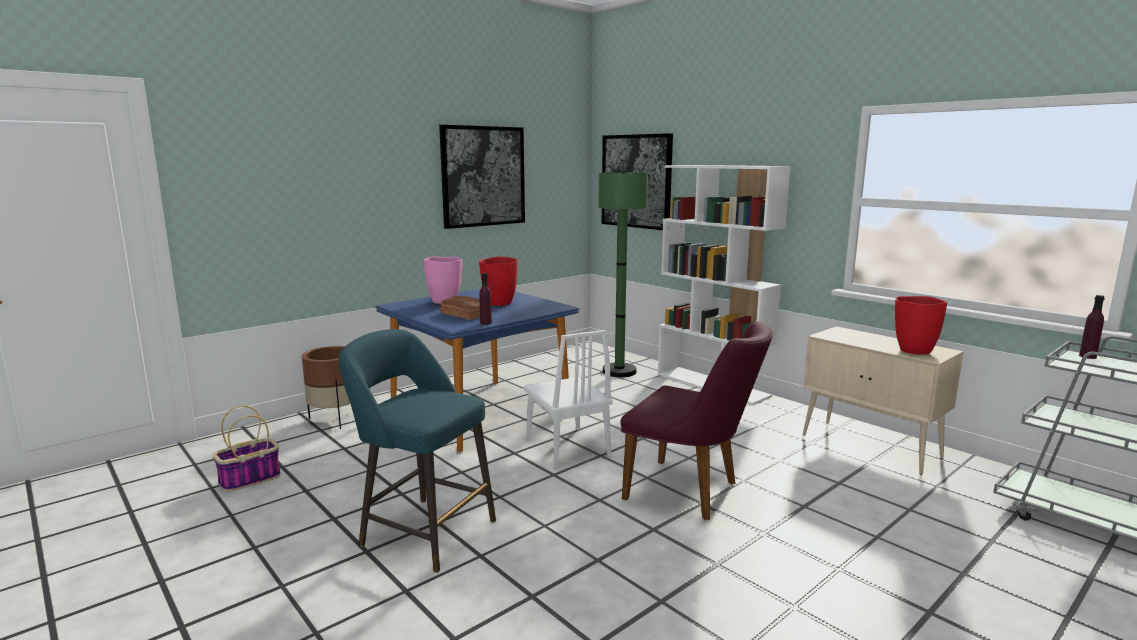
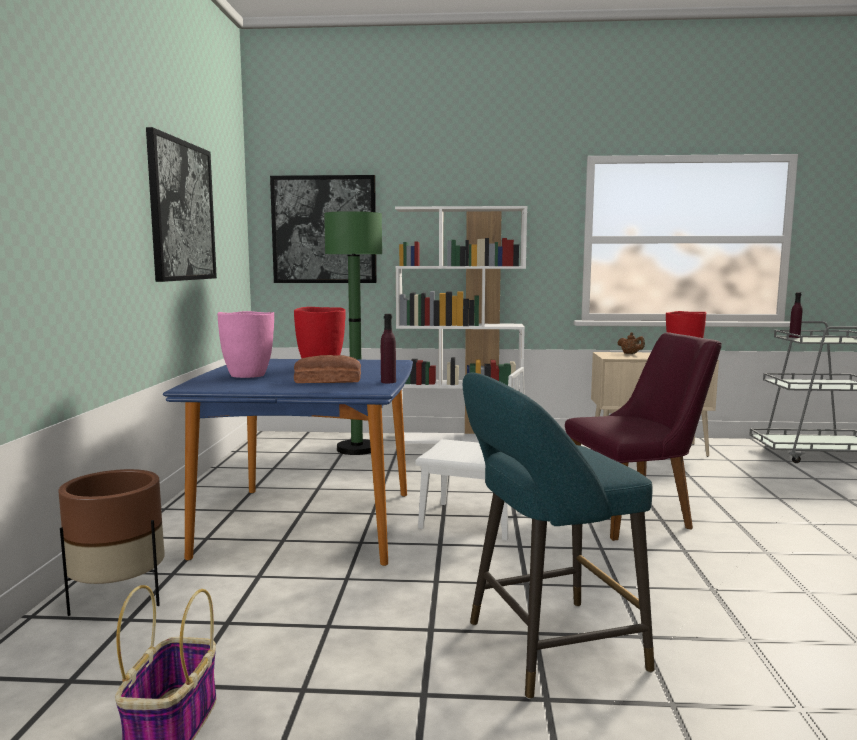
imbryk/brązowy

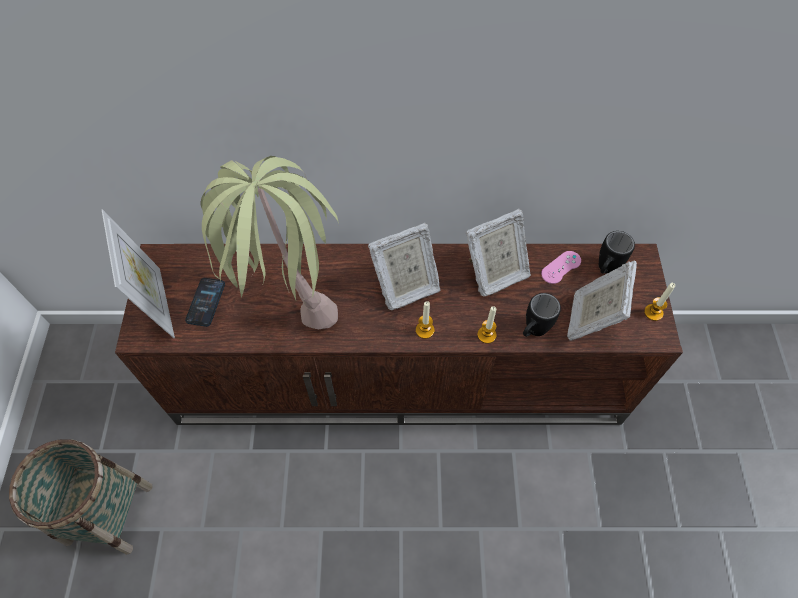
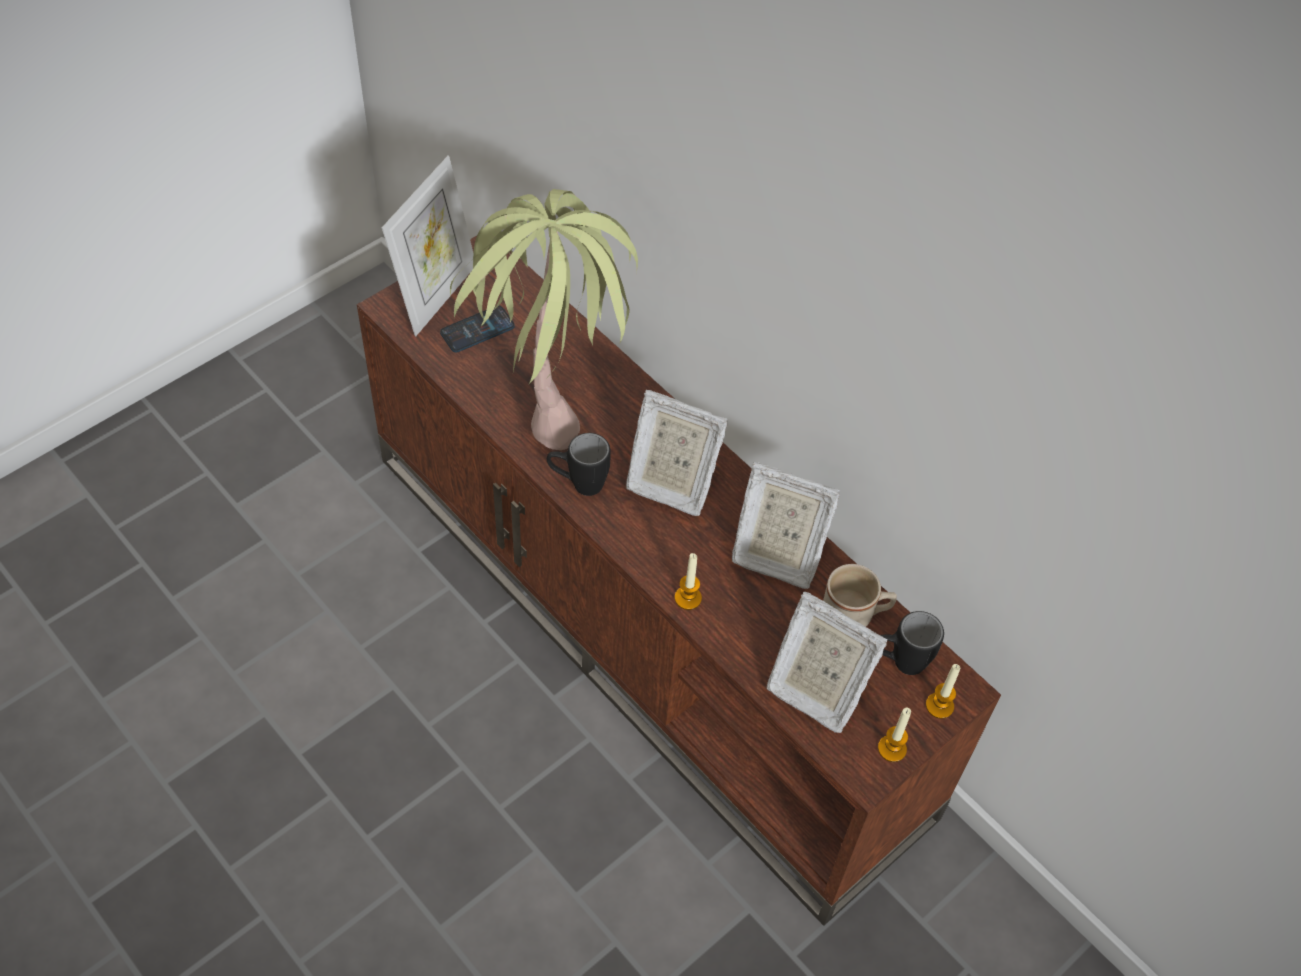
kubek/czarny (1st from left)
ramka na zdjęcie (4th from left)
kubek/beżowy
świeca (3rd from left)
koszyk

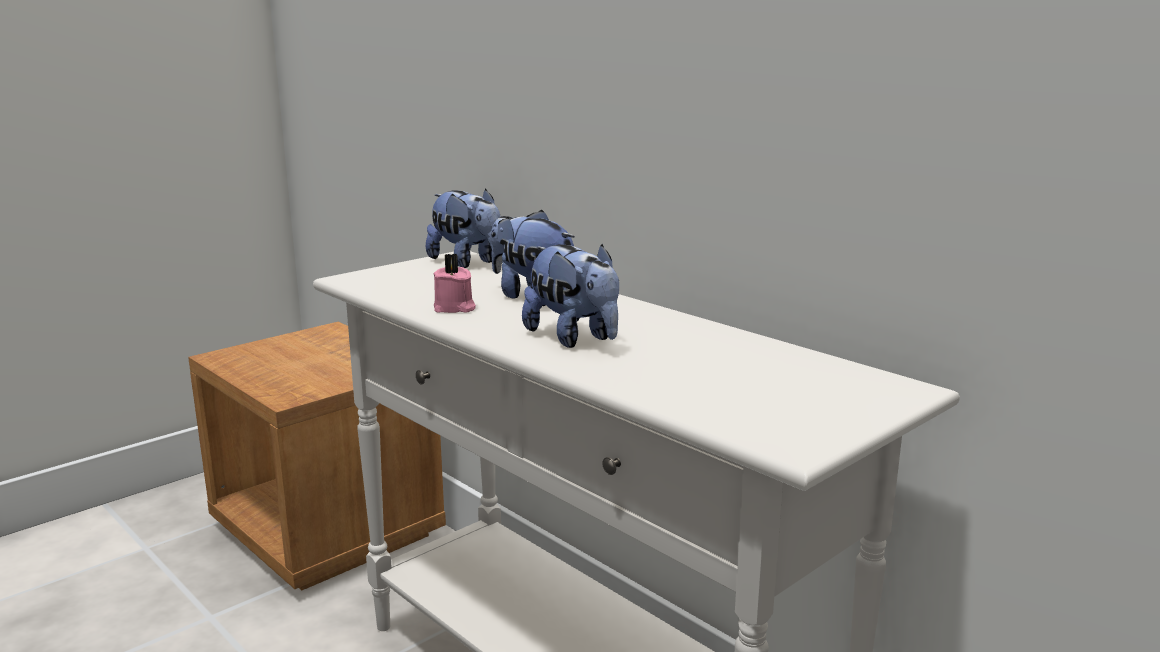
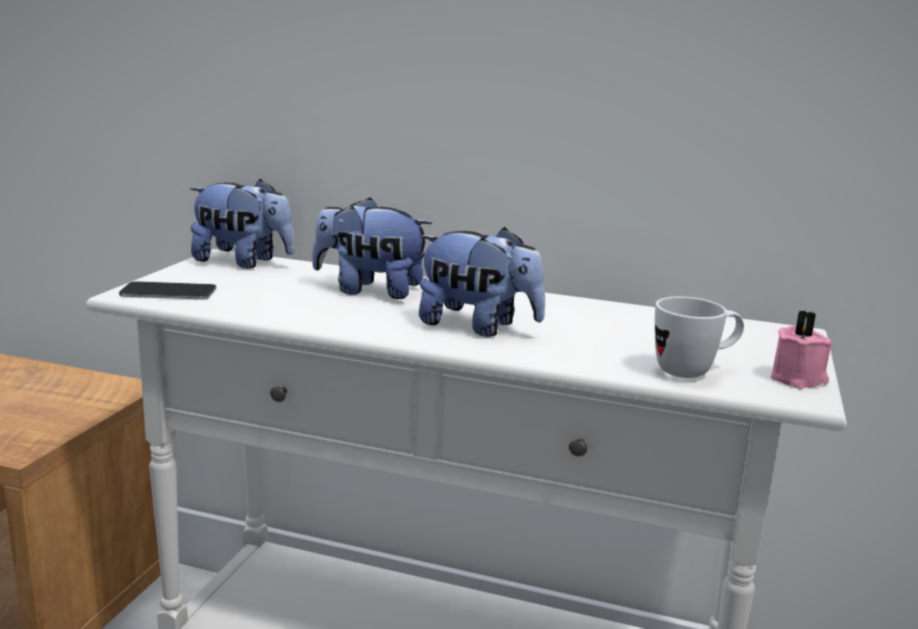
telefon
kubek/biały
świeca/różowy

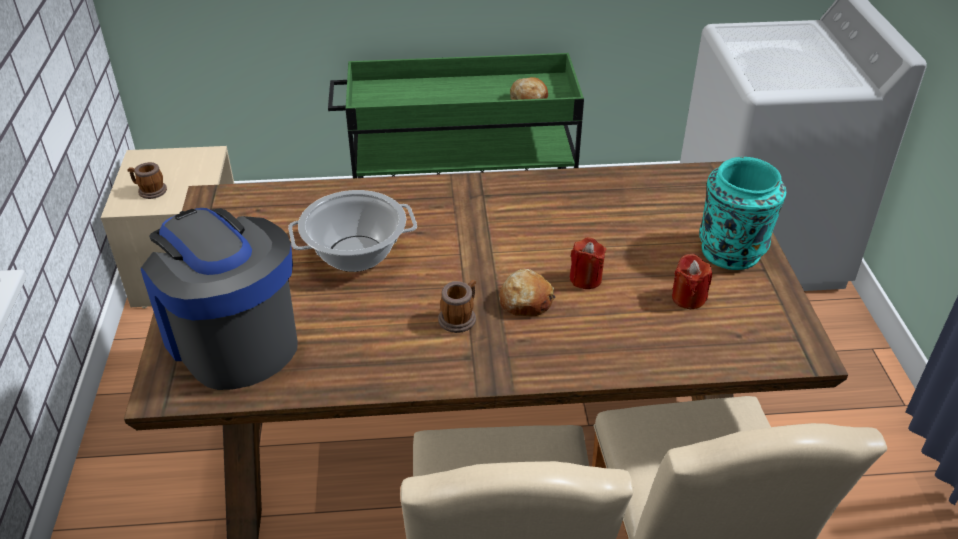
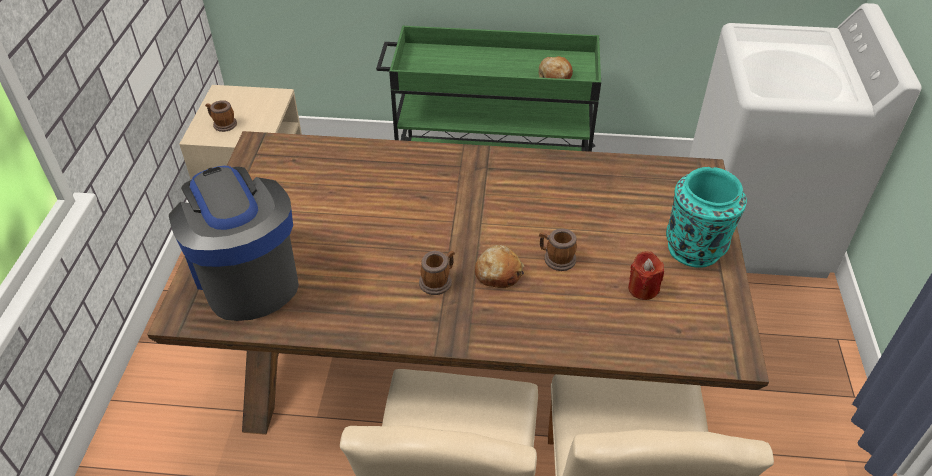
kubek (3rd from left)
garnek

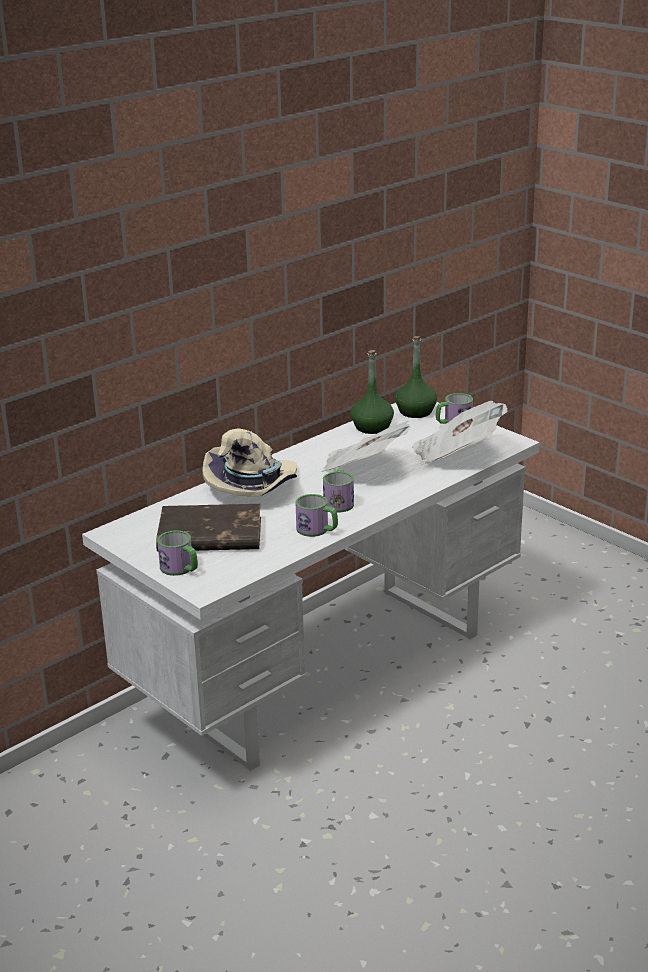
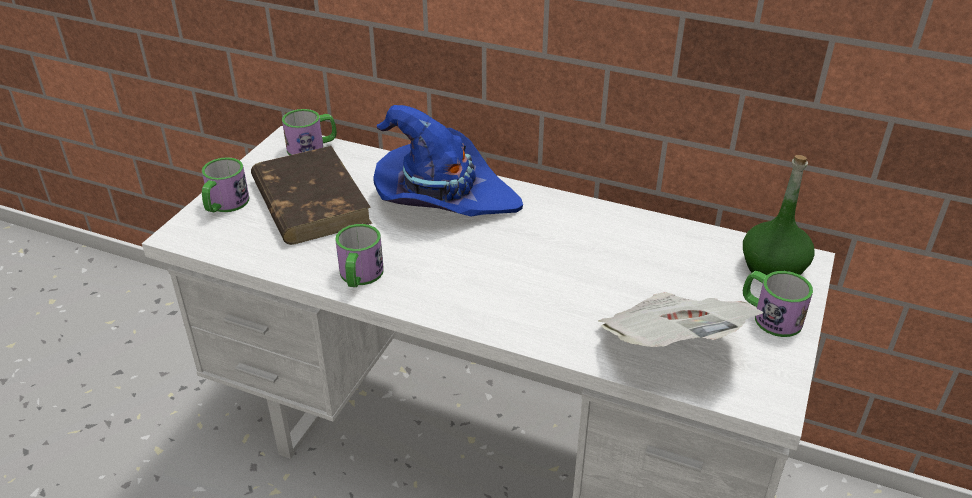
kubek (2nd from left)
kapelusz/niebieski
gazeta (1st from left in the first image)
butelka/zielony (1st from left in the first image)

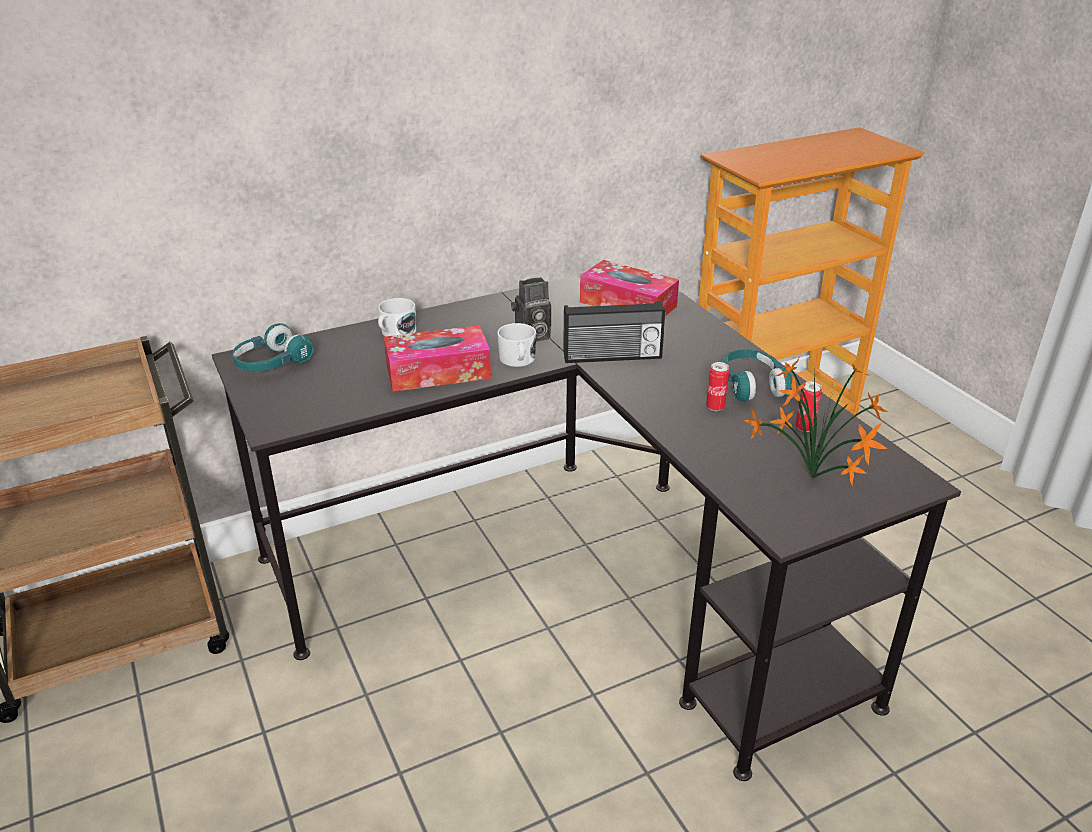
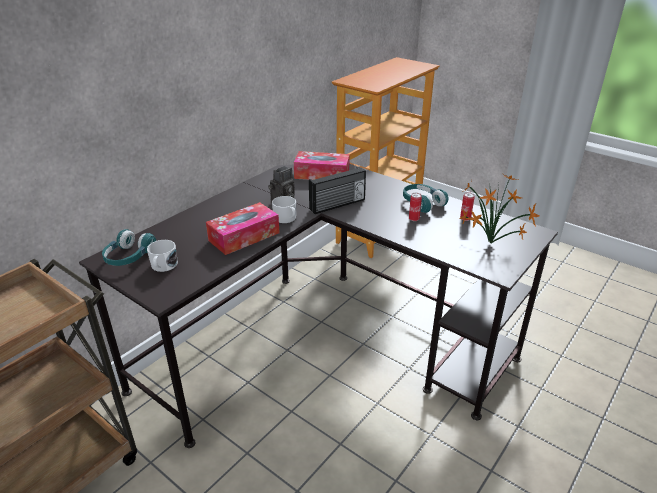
kubek/biały (1st from left)

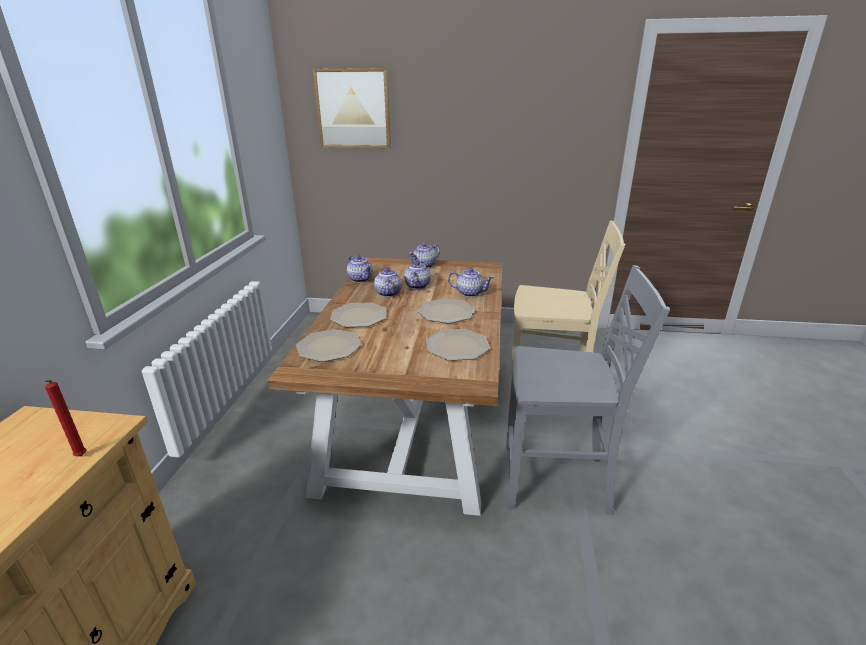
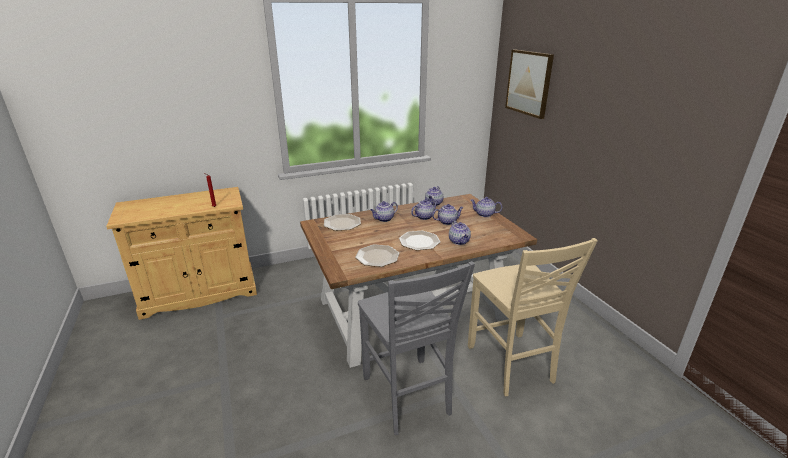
imbryk (1st from left)

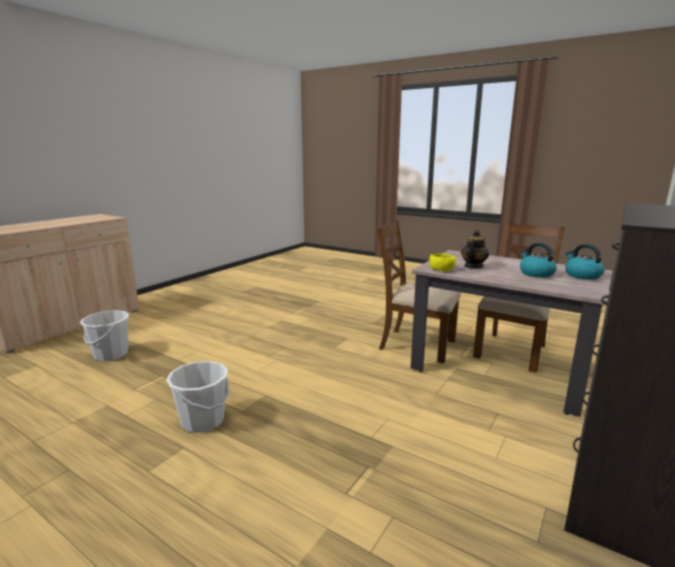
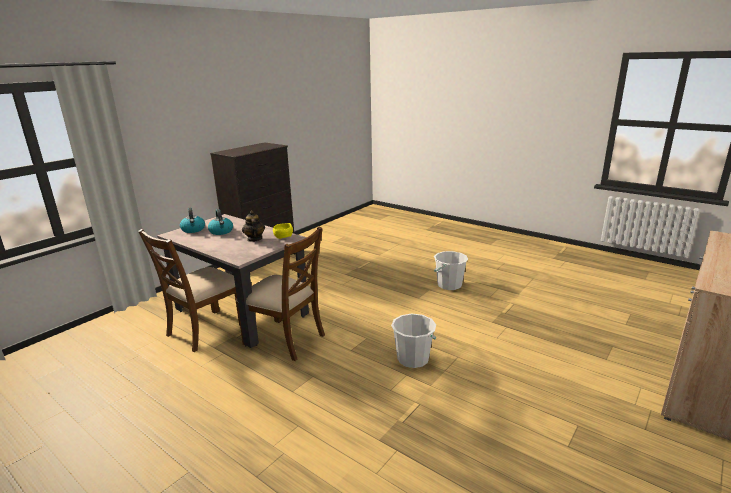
imbryk
wiadro/biały (1st from left)

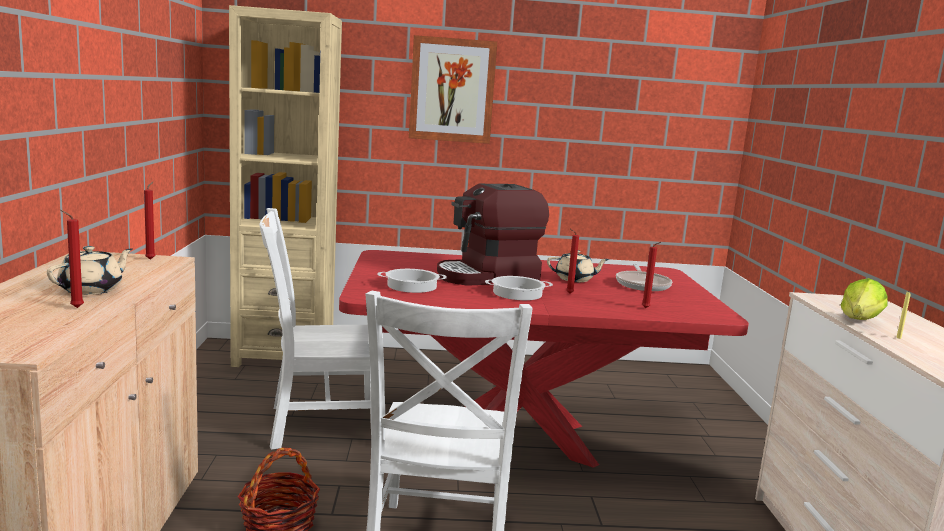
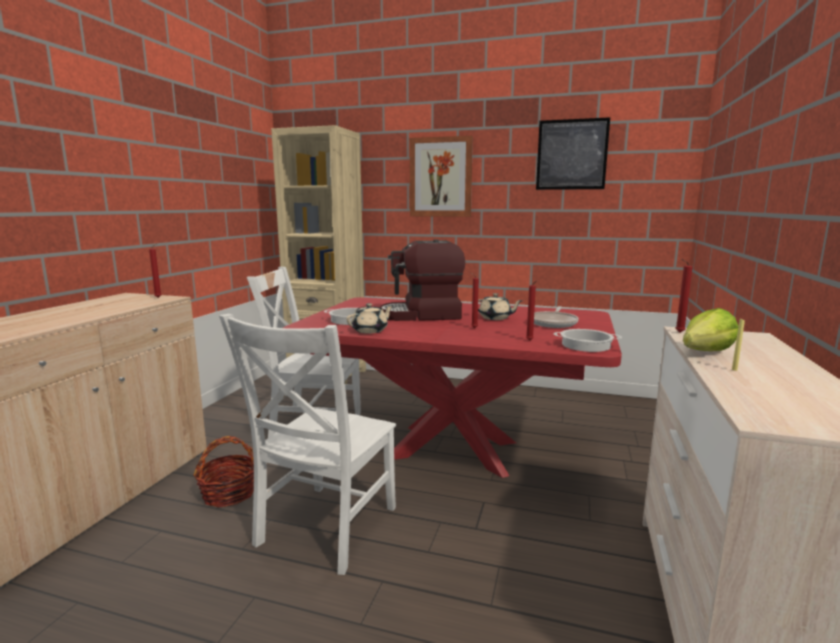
imbryk/beżowy (1st from left)
obraz (2nd from left)
garnek (2nd from left)
świeca/czerwony (4th from left)

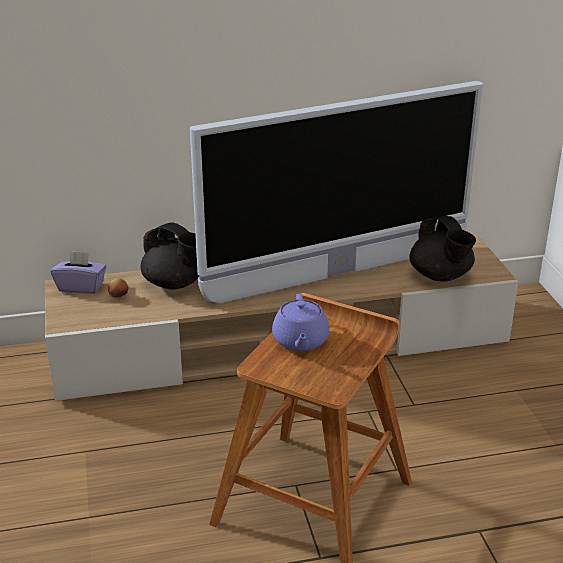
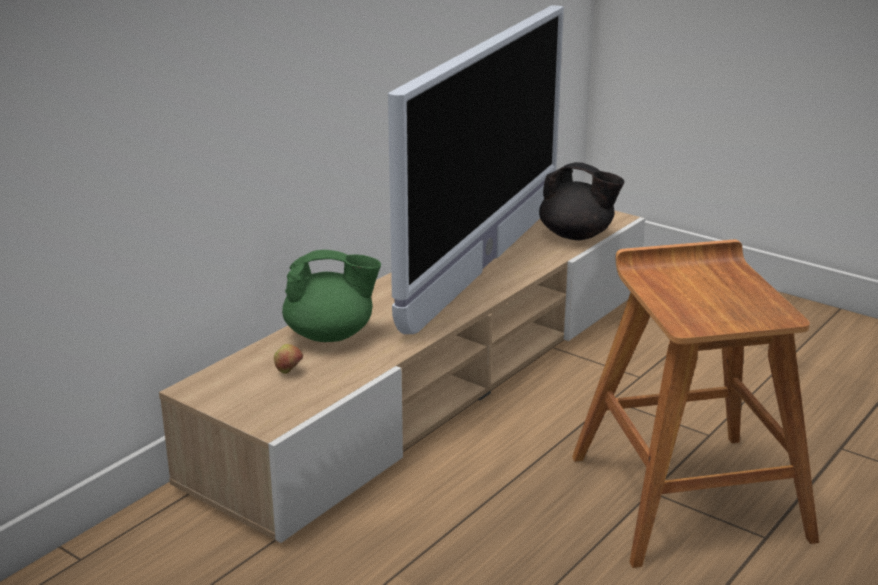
imbryk/zielony
pudełko chusteczek/fioletowy
imbryk/fioletowy

